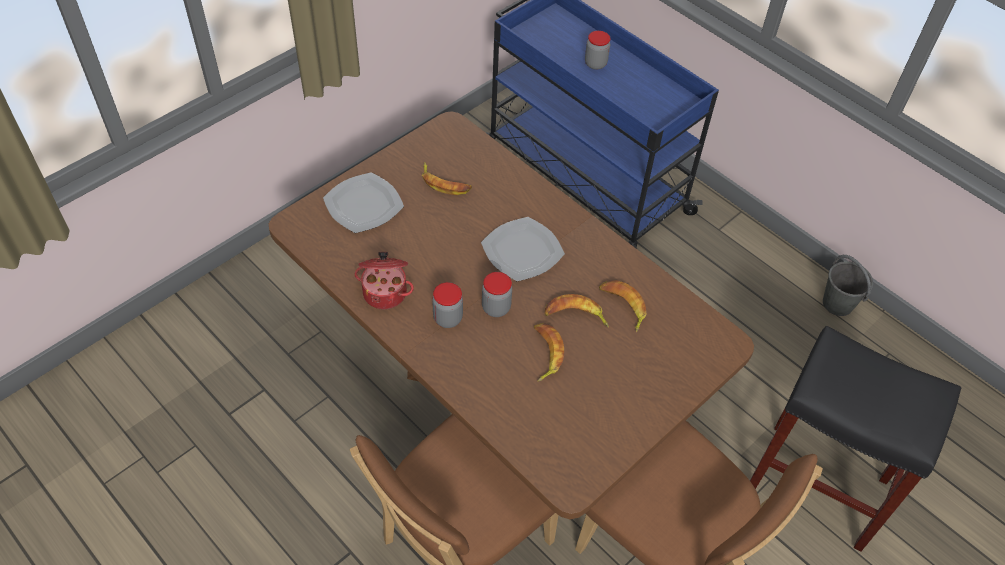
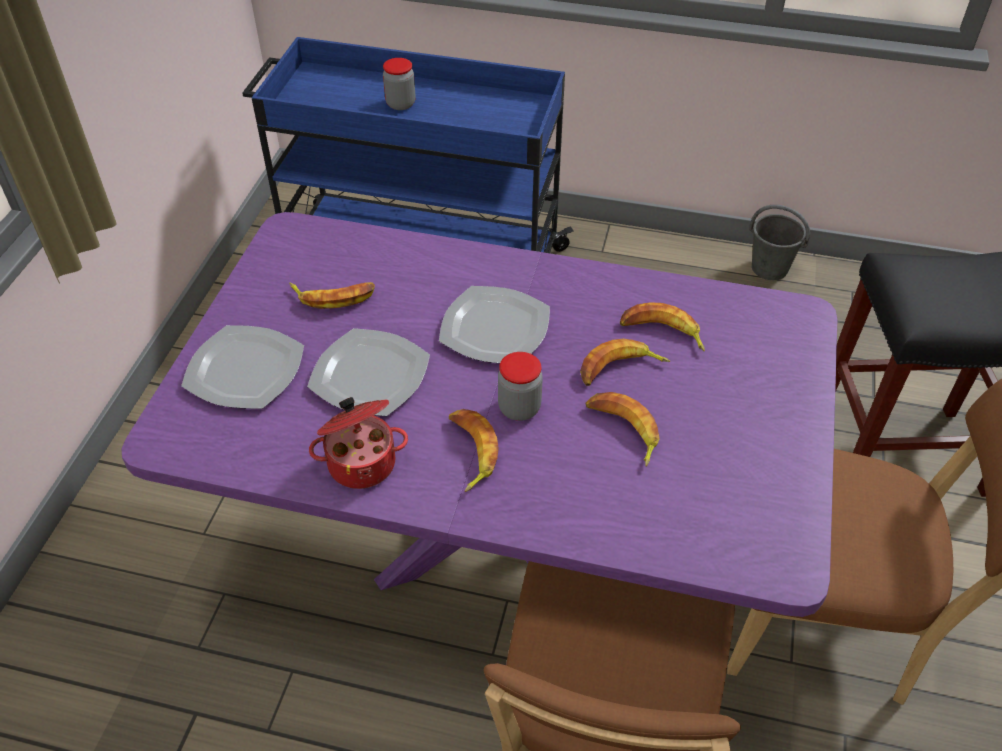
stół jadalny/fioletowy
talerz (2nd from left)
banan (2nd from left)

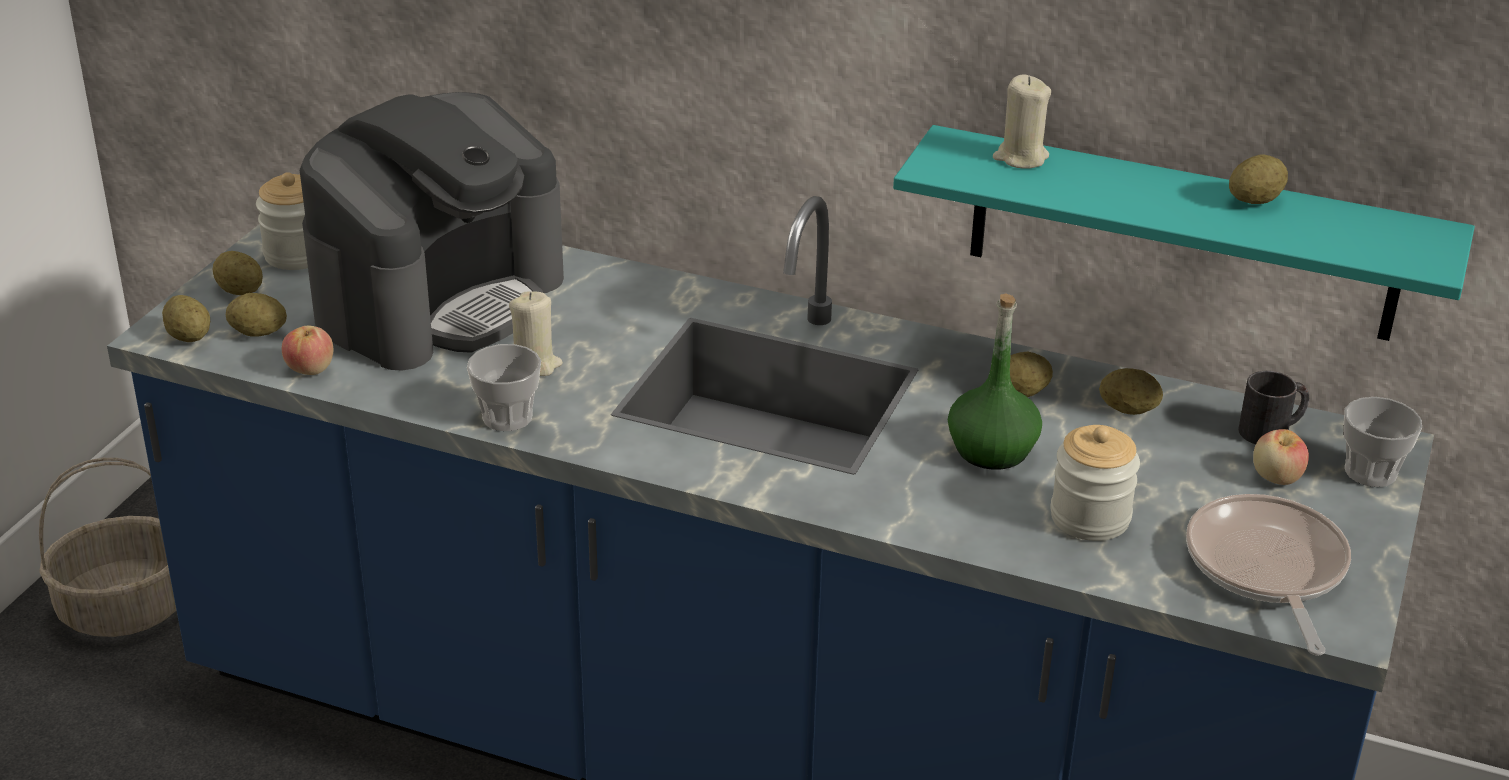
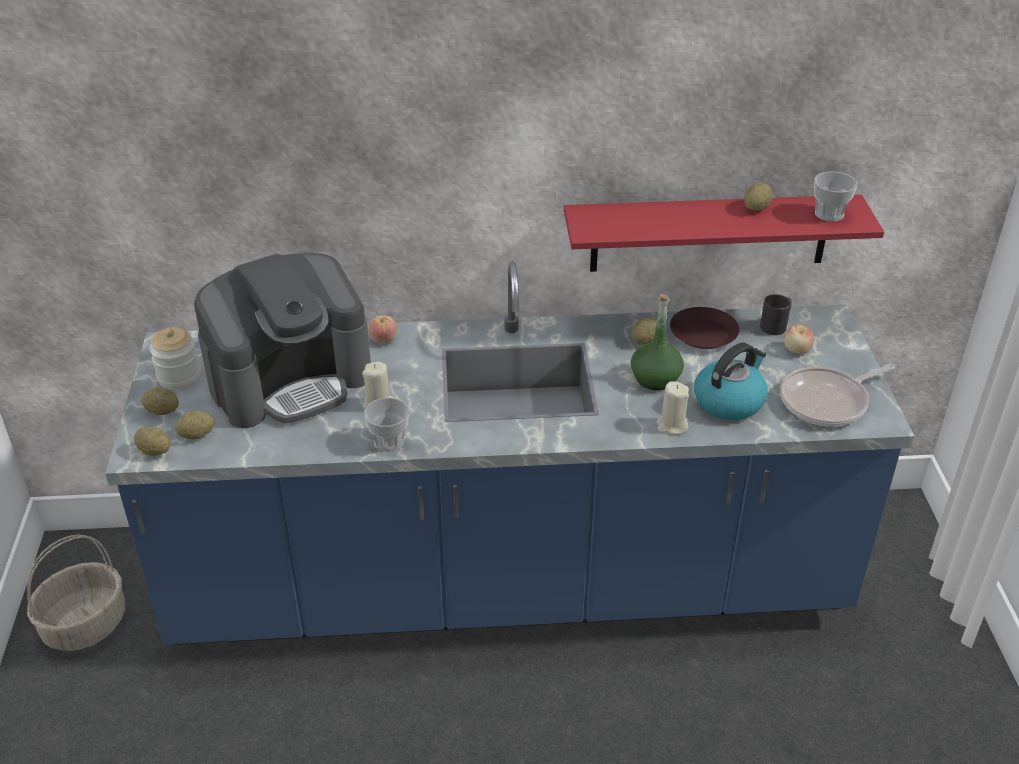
ekspres do kawy
jabłko (1st from left)
półka/czerwony
świeca/beżowy (2nd from left)
talerz/brązowy
czajnik
patelnia
filiżanka (2nd from left)

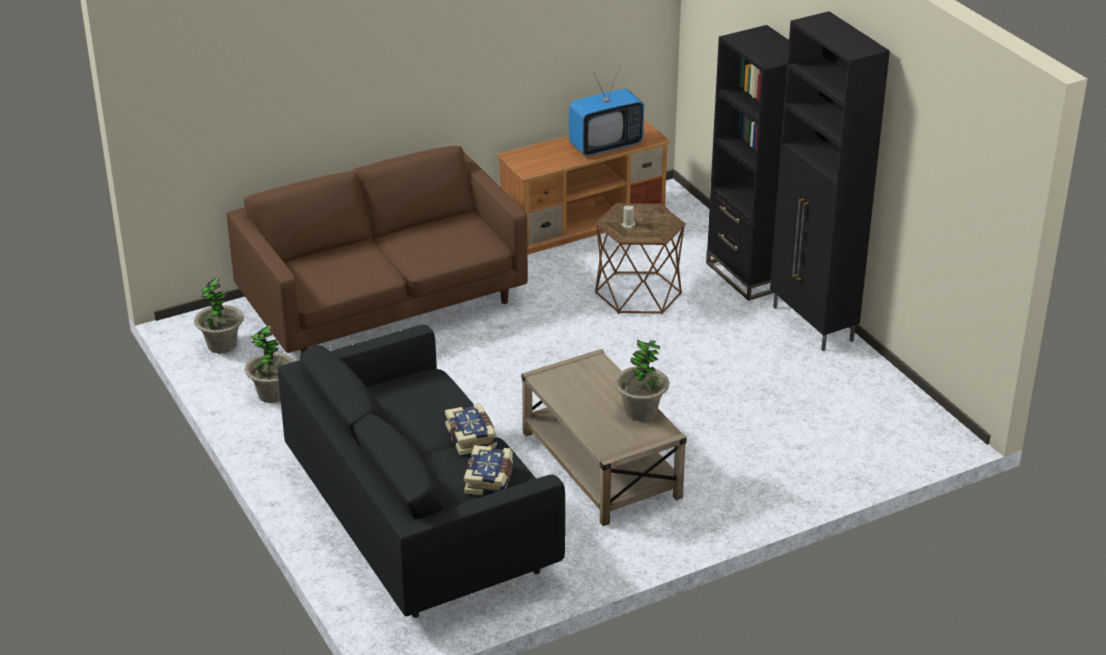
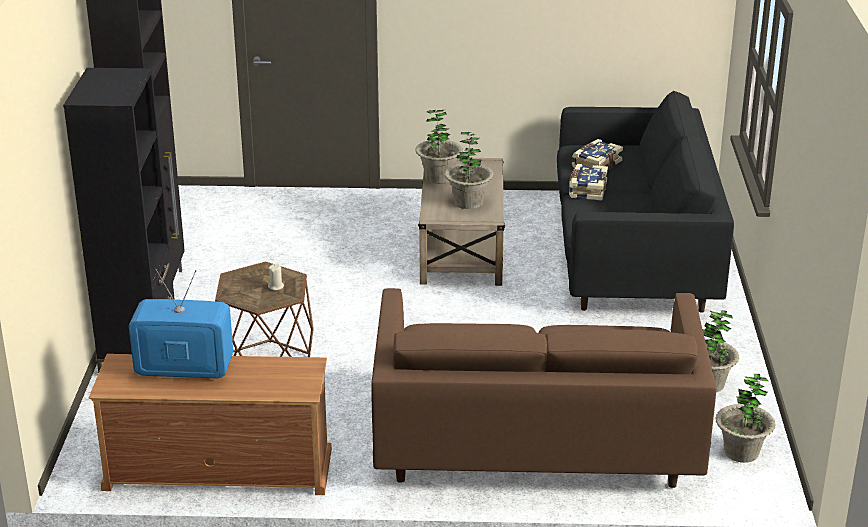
roślina doniczkowa (2nd from left)

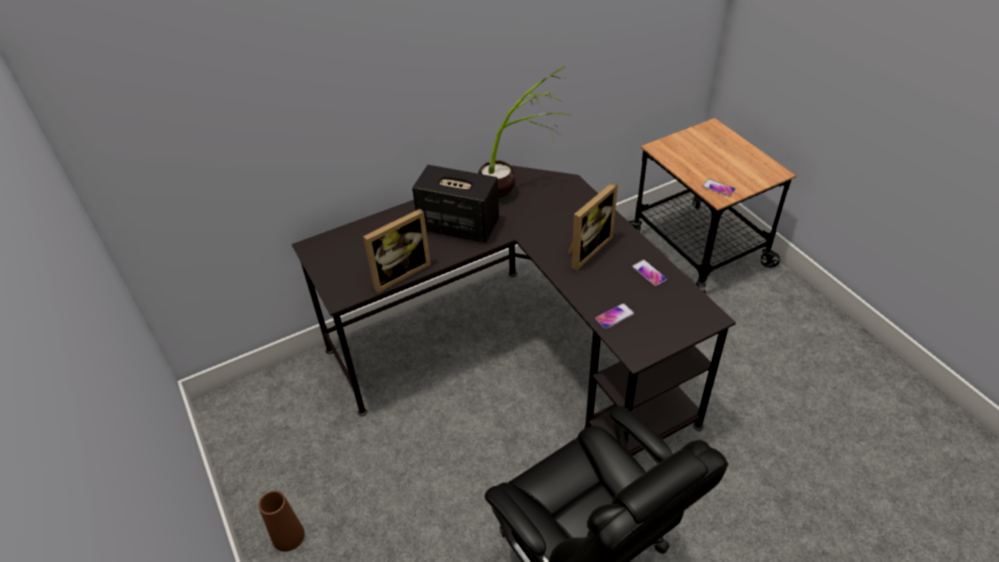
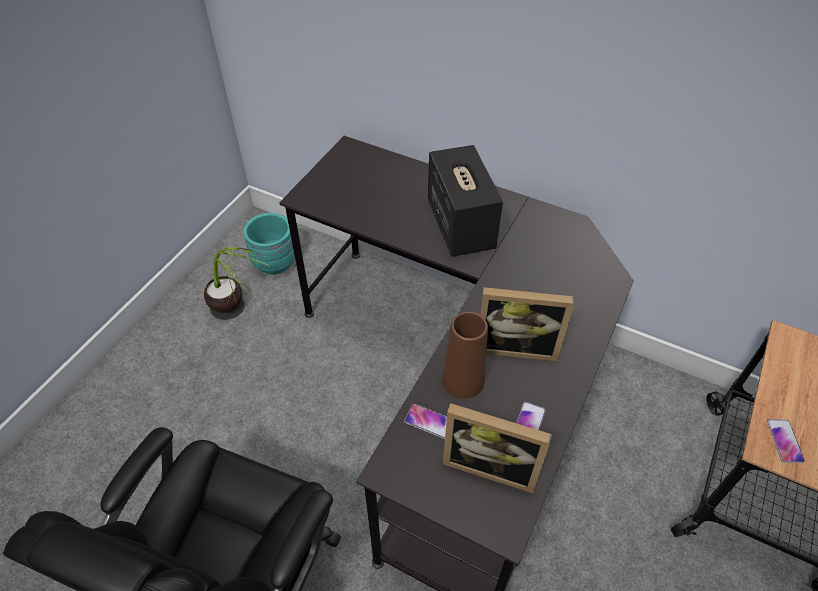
roślina doniczkowa
donica/turkusowy
wazon/brązowy
ramka na zdjęcie (1st from left)

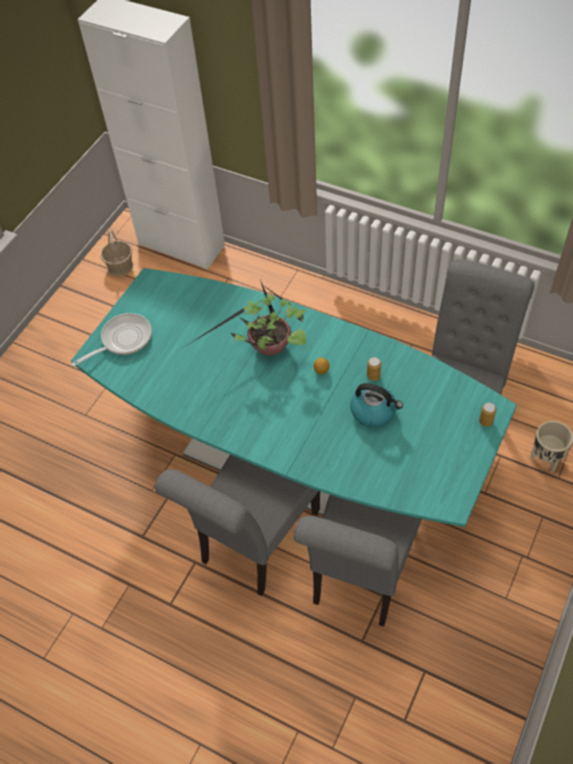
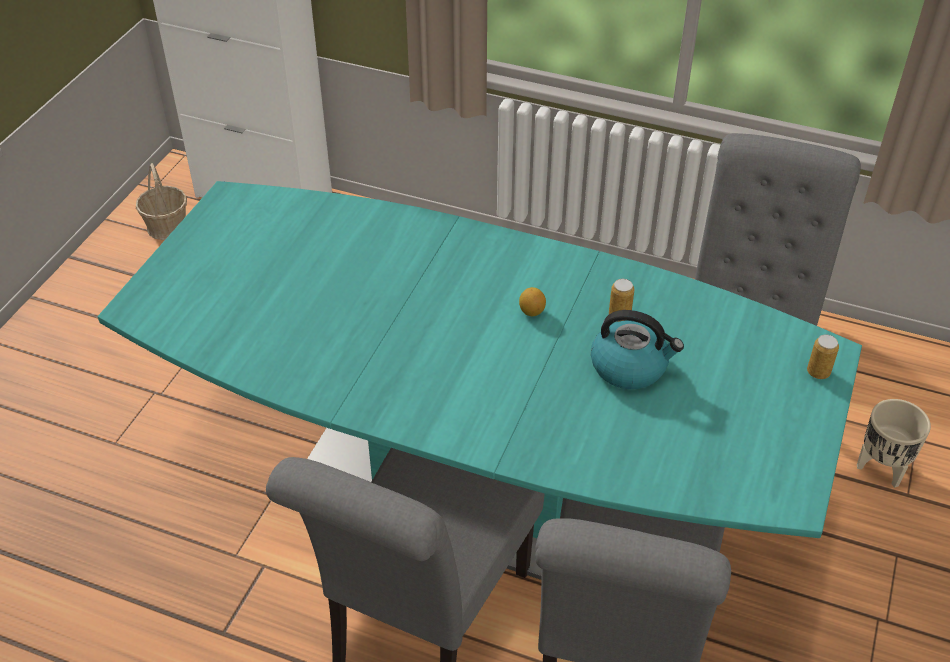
patelnia
roślina doniczkowa

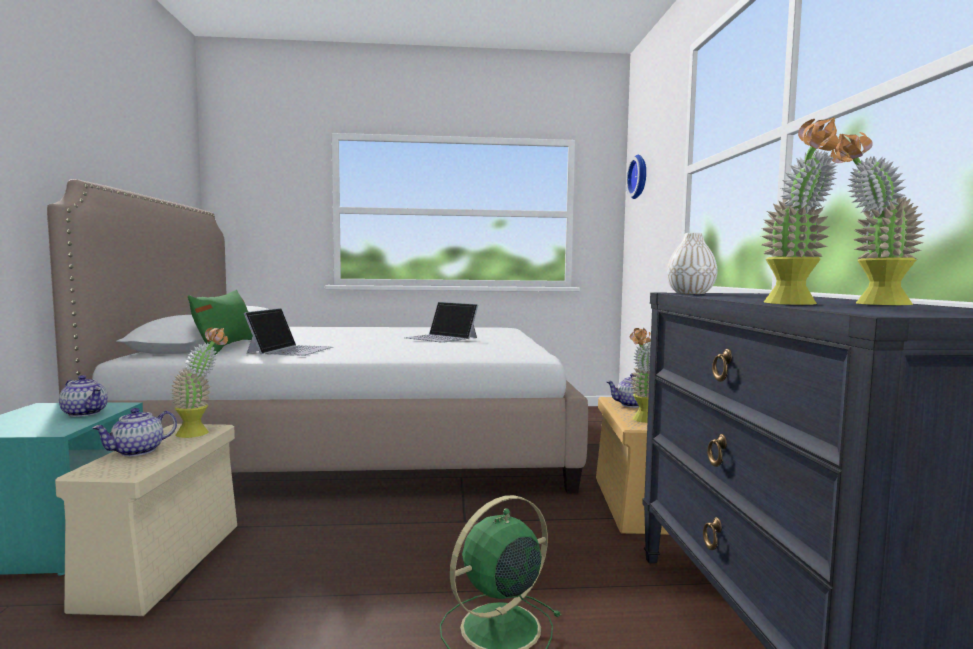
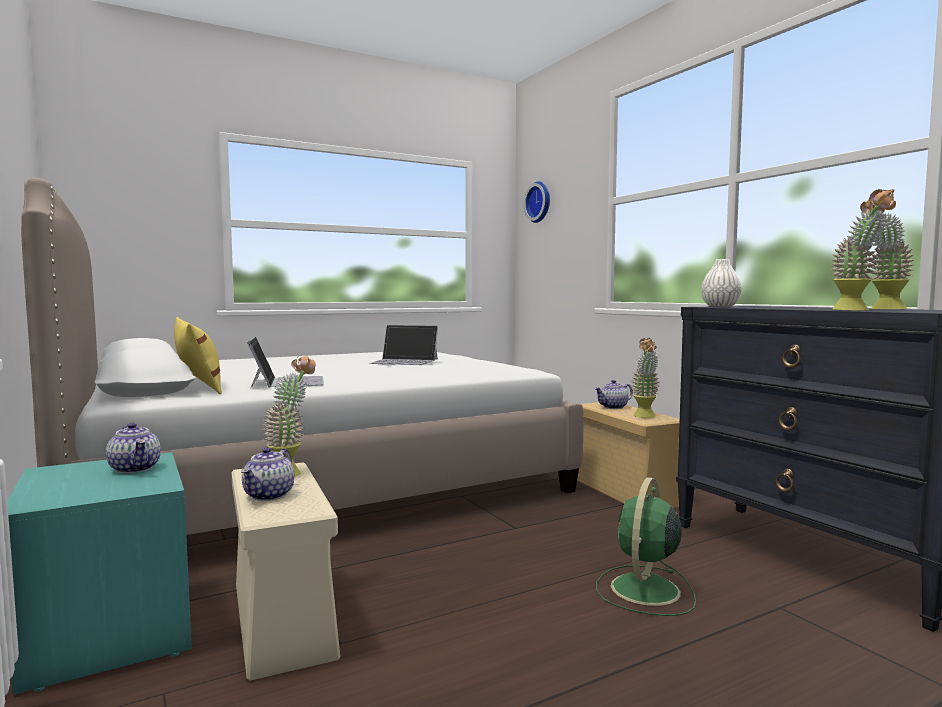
imbryk (1st from left)
poduszka/żółty

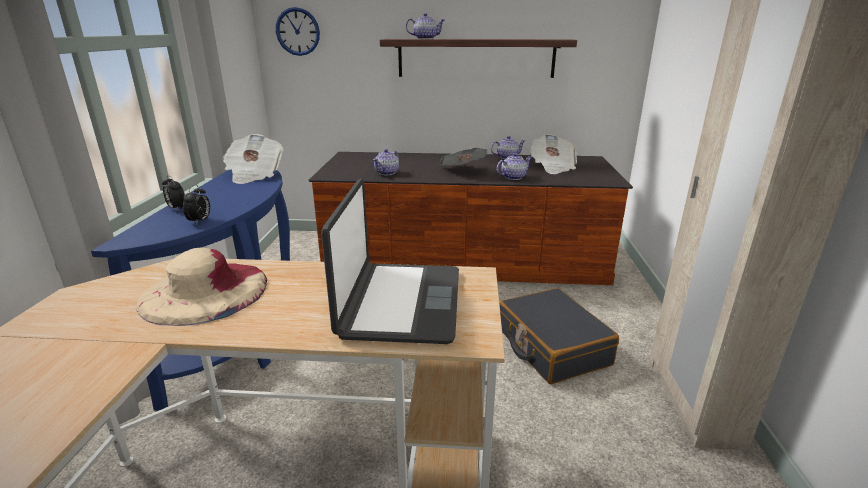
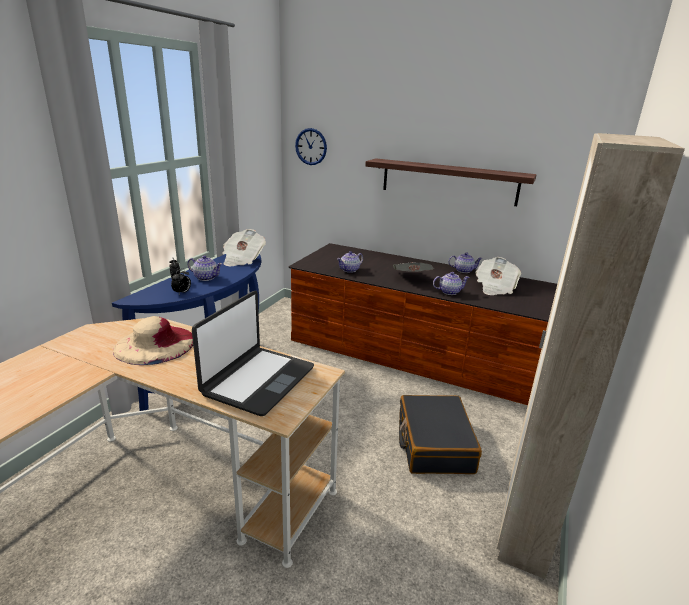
imbryk (1st from left)

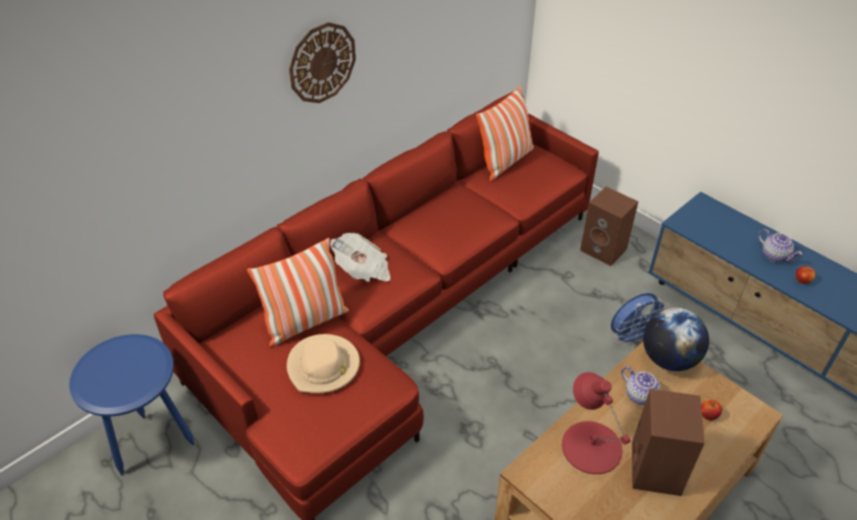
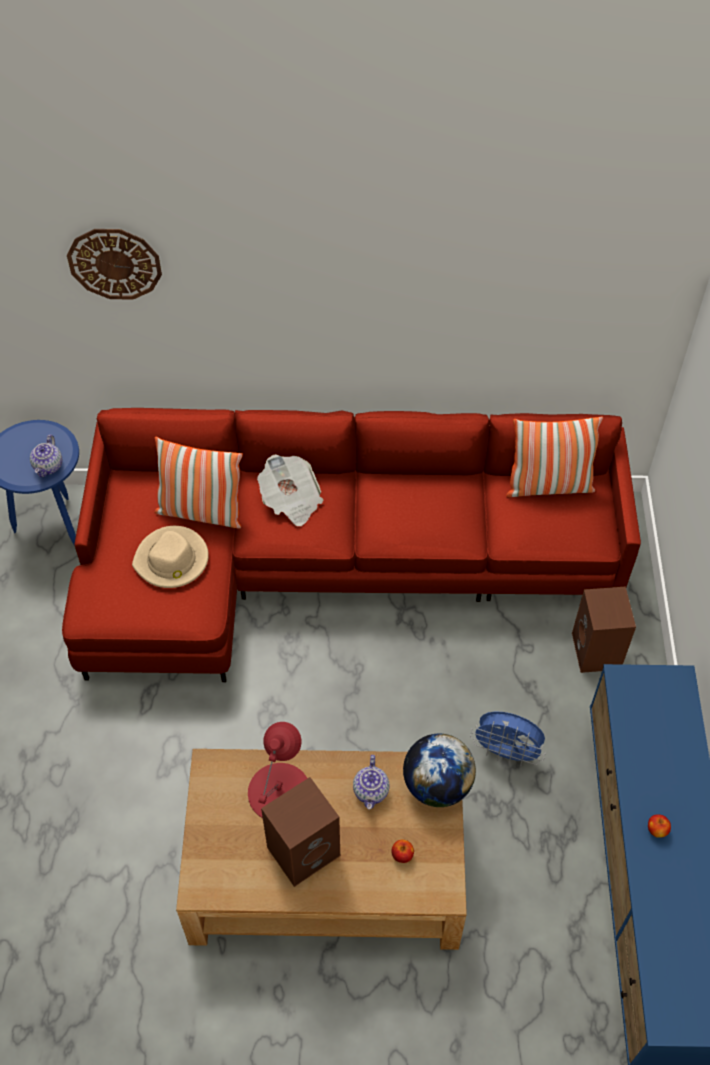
imbryk (1st from left)
zegar ścienny

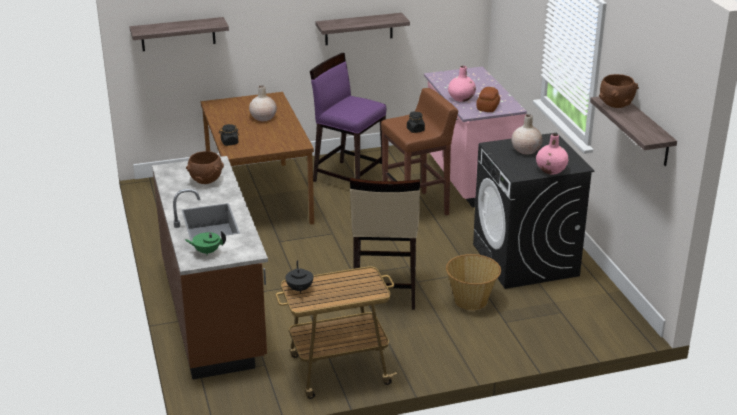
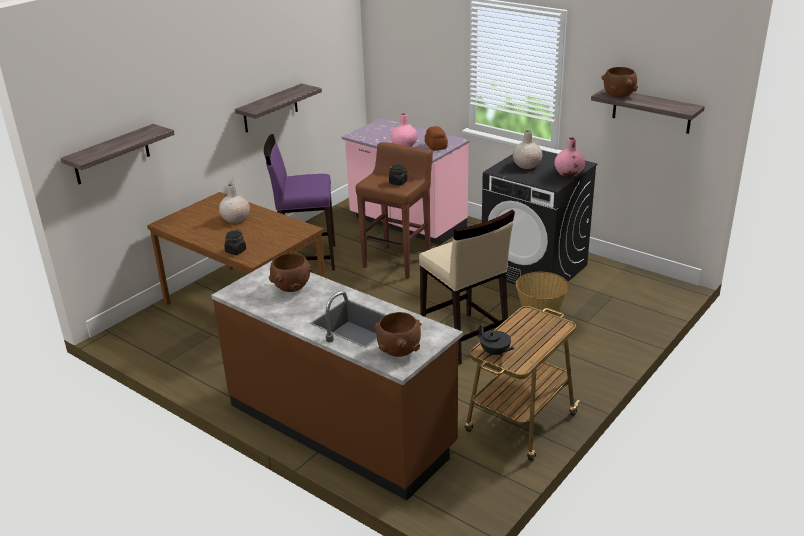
miska/brązowy (2nd from left)

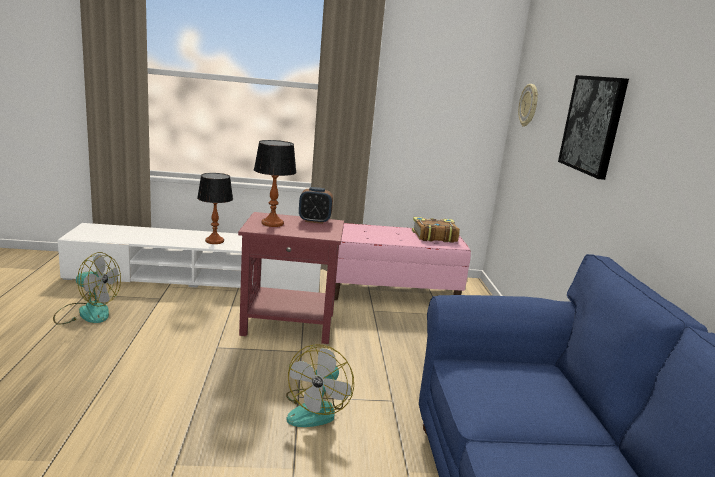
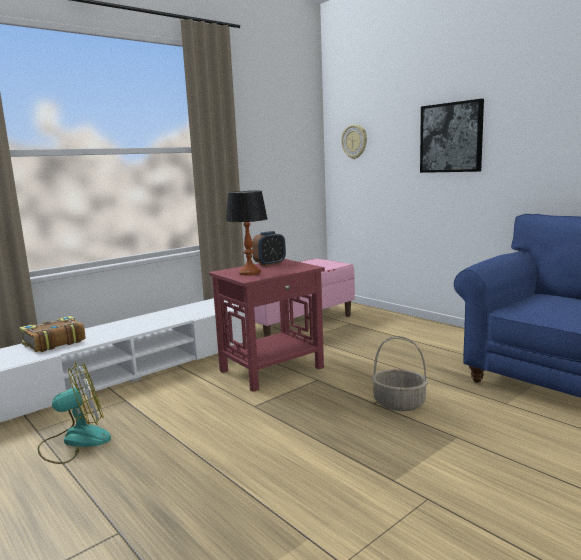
książka
koszyk
lampa stołowa (1st from left in the first image)

